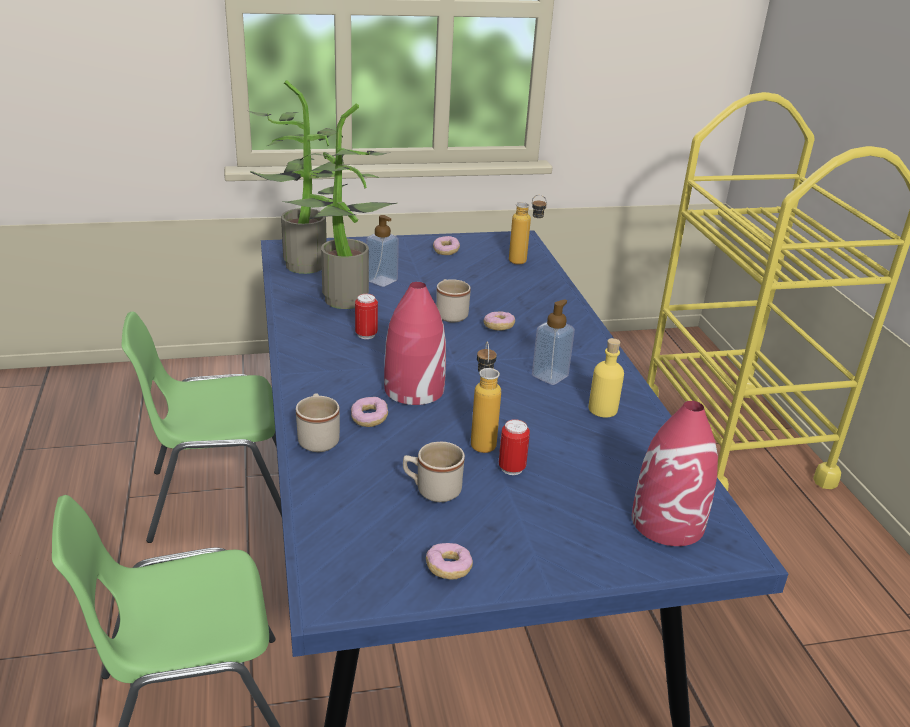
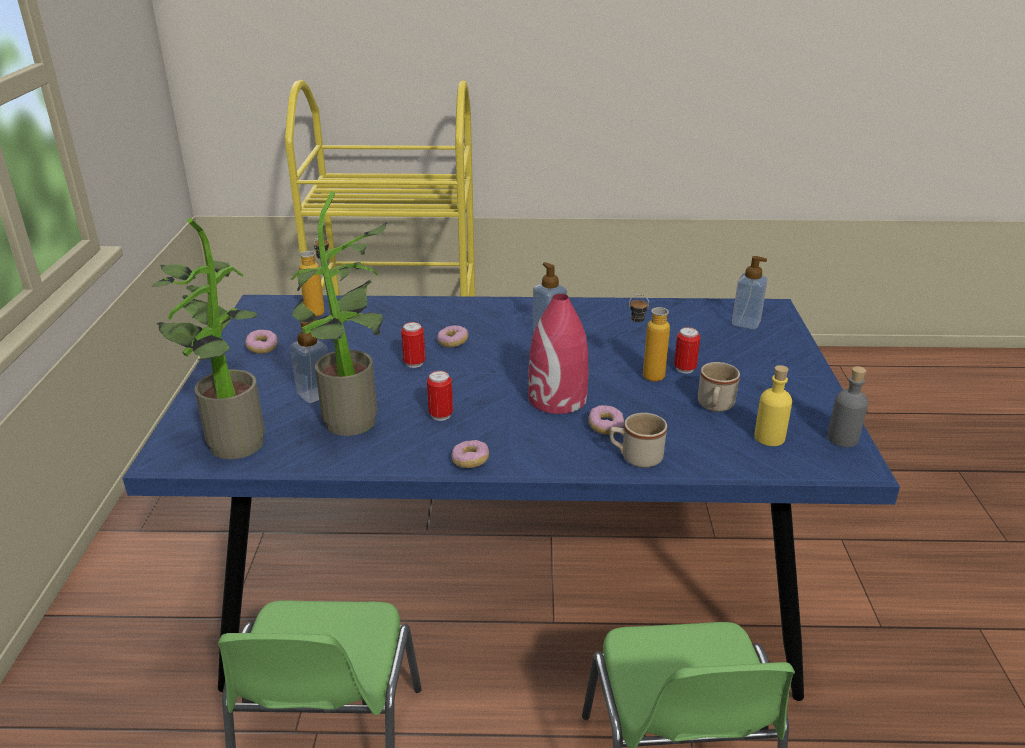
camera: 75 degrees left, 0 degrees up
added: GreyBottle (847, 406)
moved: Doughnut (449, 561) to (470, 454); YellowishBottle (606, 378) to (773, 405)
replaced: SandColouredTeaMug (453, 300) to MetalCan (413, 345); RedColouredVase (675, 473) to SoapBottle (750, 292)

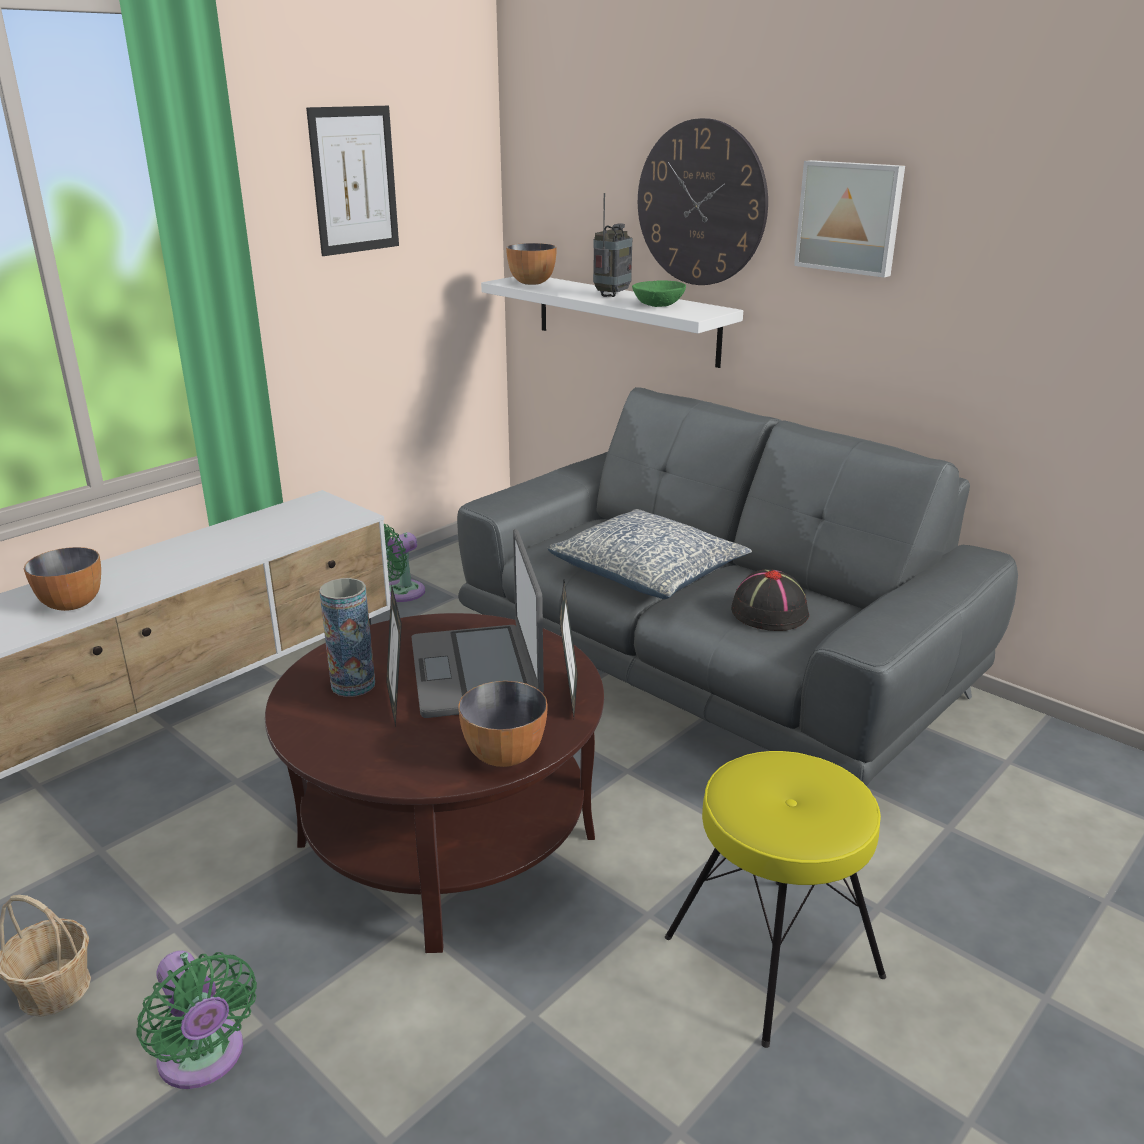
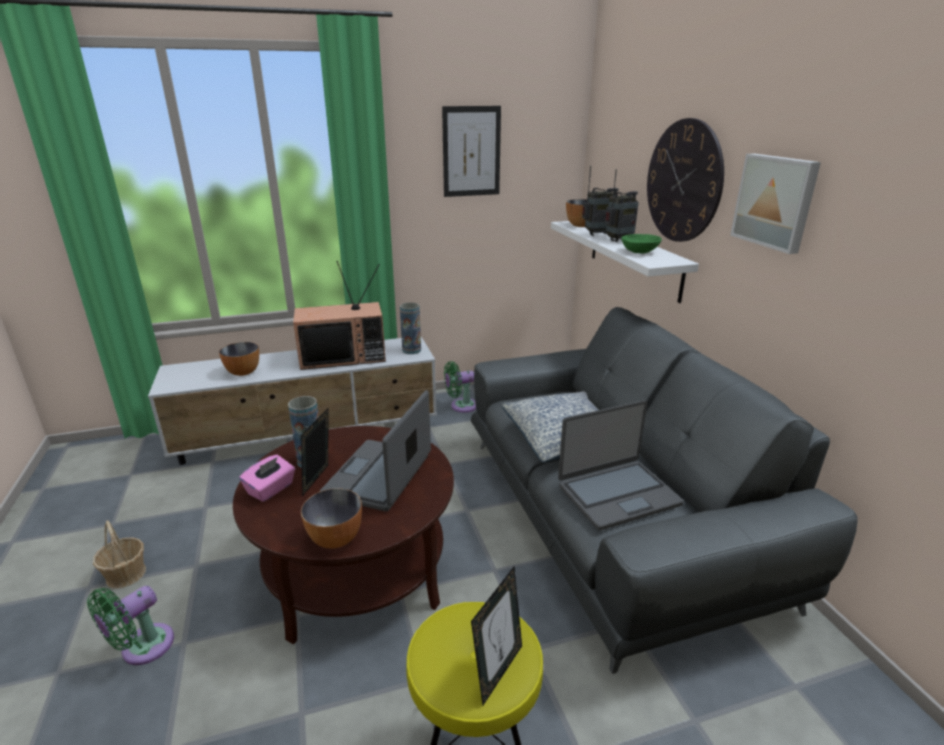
camera: 30 degrees right, 0 degrees up
added: PinkishTissueBox (267, 478); Television (339, 315); Vase (410, 328); RadioReceiver (600, 201)
moved: PhotoFrame (568, 649) to (496, 635)
replaced: BlackHat (770, 600) to Laptop (621, 465)
turned: GreenishCoolingFan (196, 1020) = (130, 625) 45 degrees clockwise

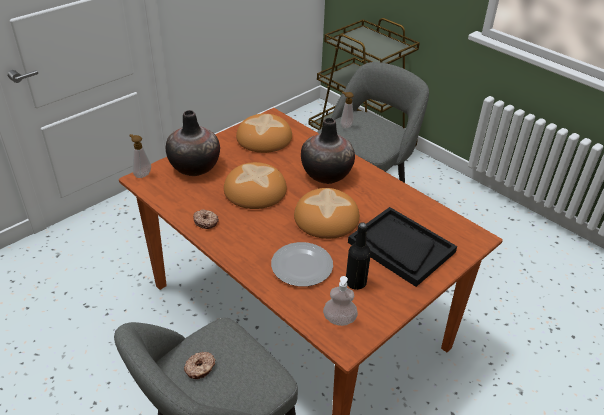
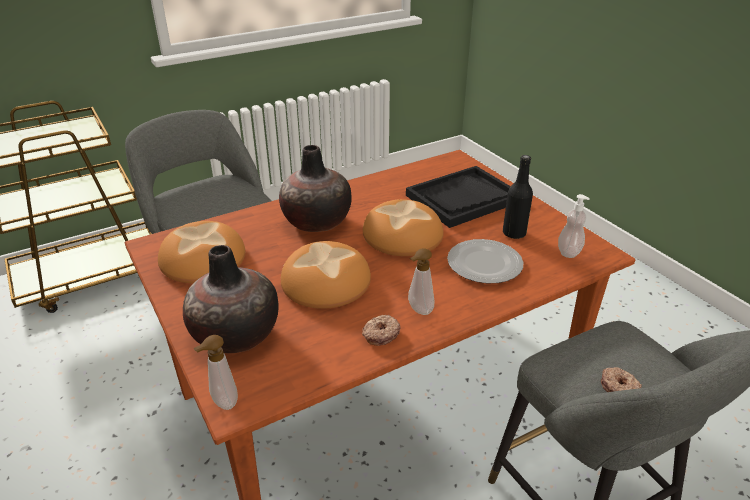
camera: 75 degrees left, 5 degrees down
moved: SoapBottle (347, 110) to (421, 281)

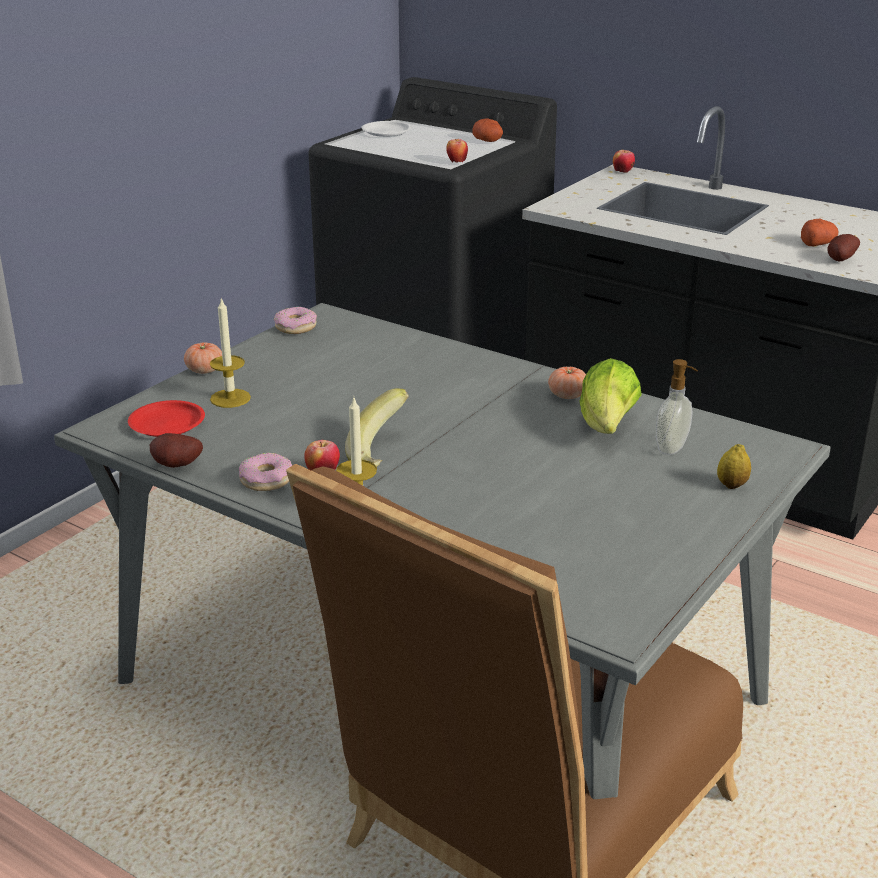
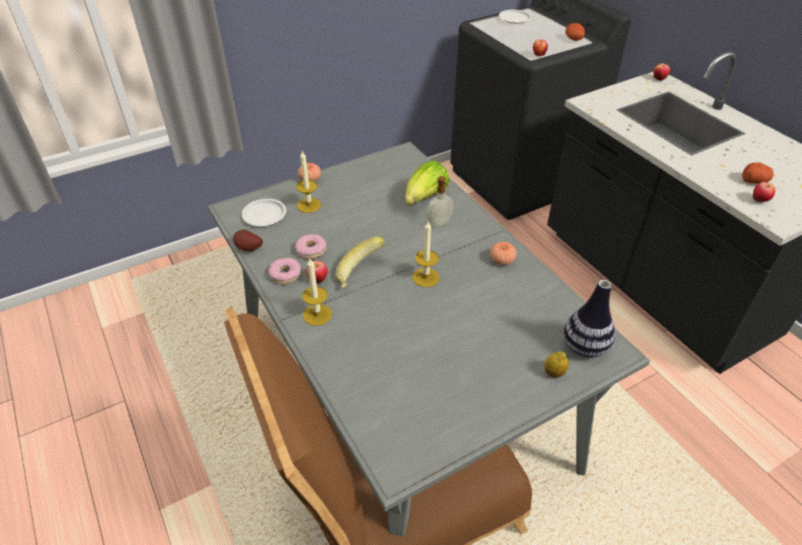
camera: 25 degrees right, 15 degrees up
added: WaxLight (425, 254); Vase (589, 319)
moved: Doughnut (295, 320) to (310, 246); LettuceHead (611, 396) to (427, 183); SoapBottle (677, 407) to (439, 201)
replaced: Potato (843, 247) to Apple (764, 192)
recoloured: RedColouredPlate (166, 418) to WhiteColouredPlate (263, 212)

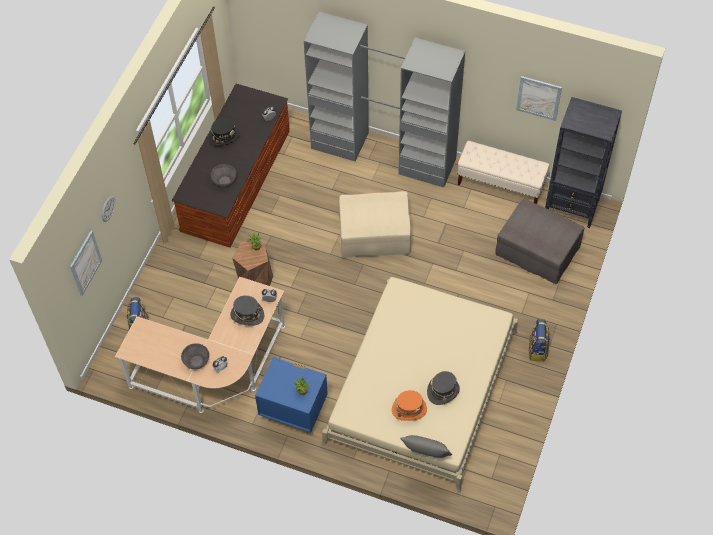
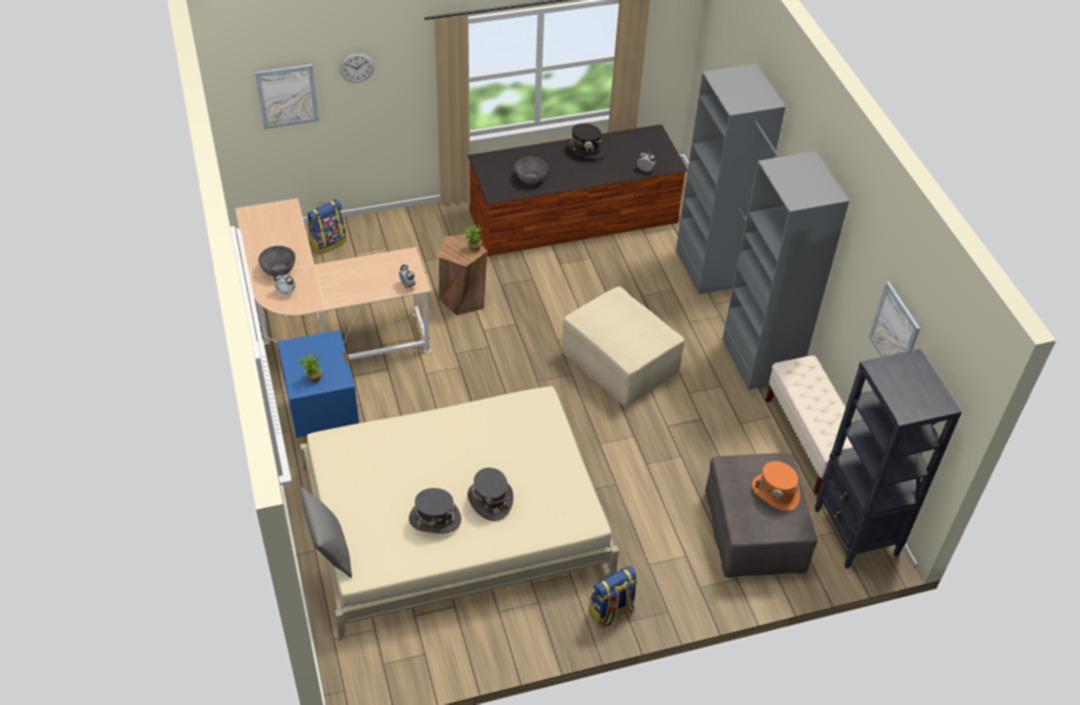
camera: 50 degrees right, 10 degrees down
moved: GreyHat (247, 310) to (490, 494); OrangeColouredHat (409, 405) to (776, 486)

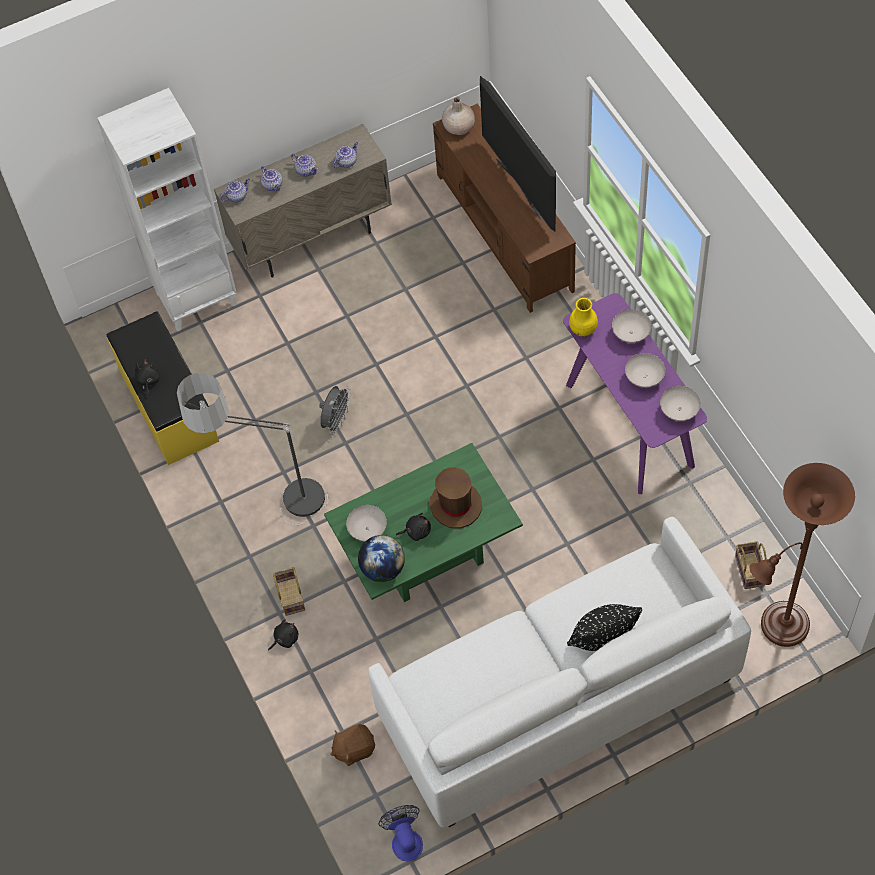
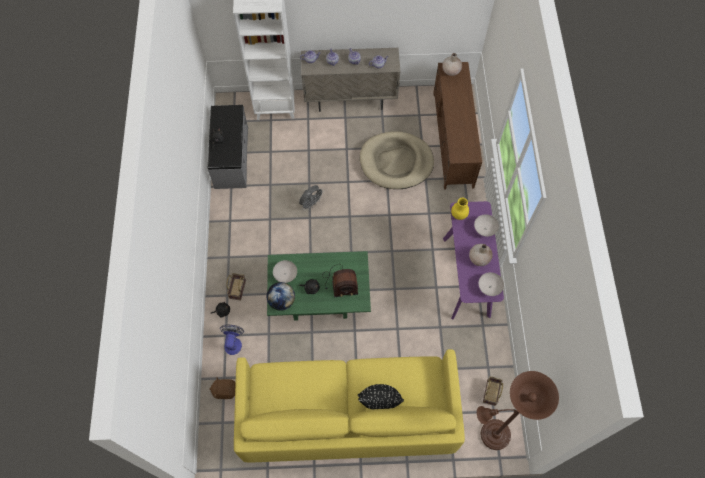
camera: 20 degrees right, 5 degrees up
removed: StandardLamp (253, 449); Television (518, 154)
added: SandColouredPetBed (397, 160)
moved: CoolingFan (400, 833) to (232, 340)
replaced: BrownHat (456, 498) to RadioReceiver (340, 280); WhiteColouredServingBowl (645, 370) to SandColouredVase (480, 255)
recoloured: YellowishIndoorBench (162, 388) to GreyIndoorBench (228, 147); WhiteColouredCouch (559, 672) to YellowishCouch (349, 405)

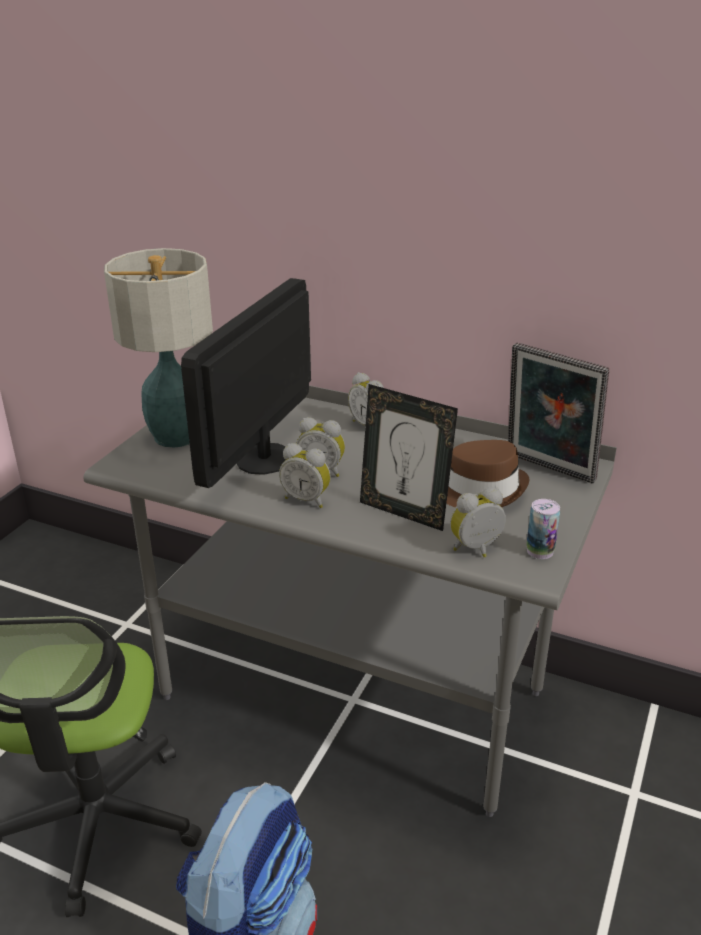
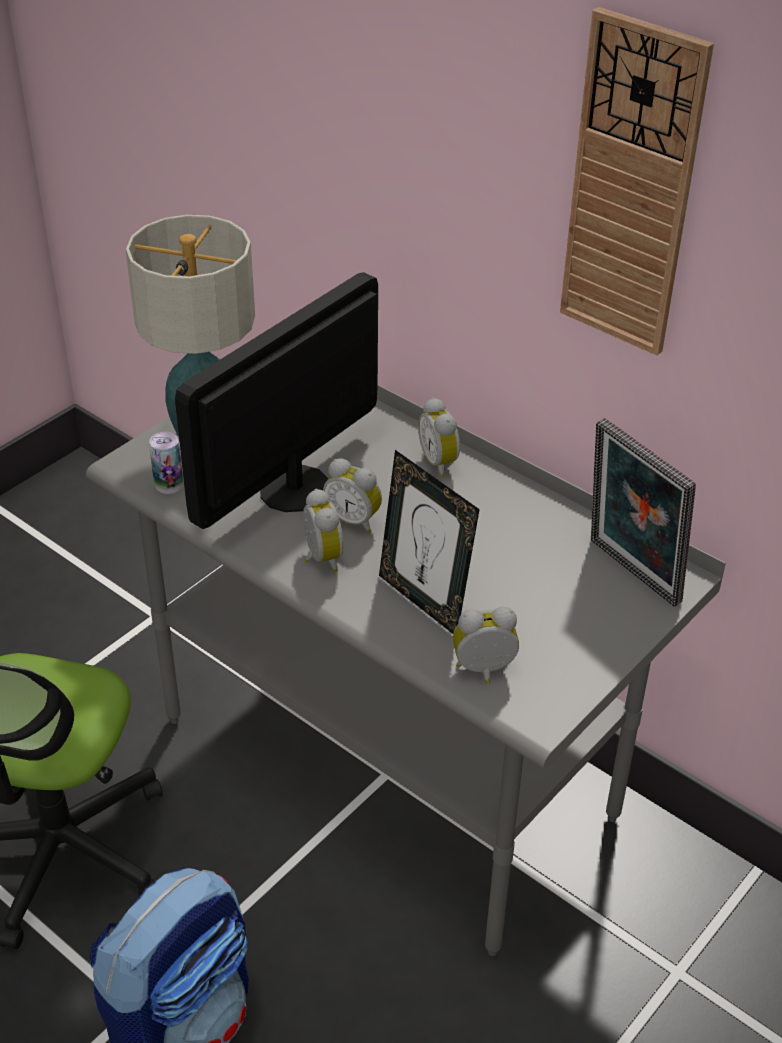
camera: 15 degrees right, 10 degrees up
removed: BrownHat (487, 473)
added: HangingClock (637, 181)
moved: MetalCan (543, 529) to (166, 463)
turned: BedsideClock (305, 475) = (323, 530) 150 degrees counterclockwise

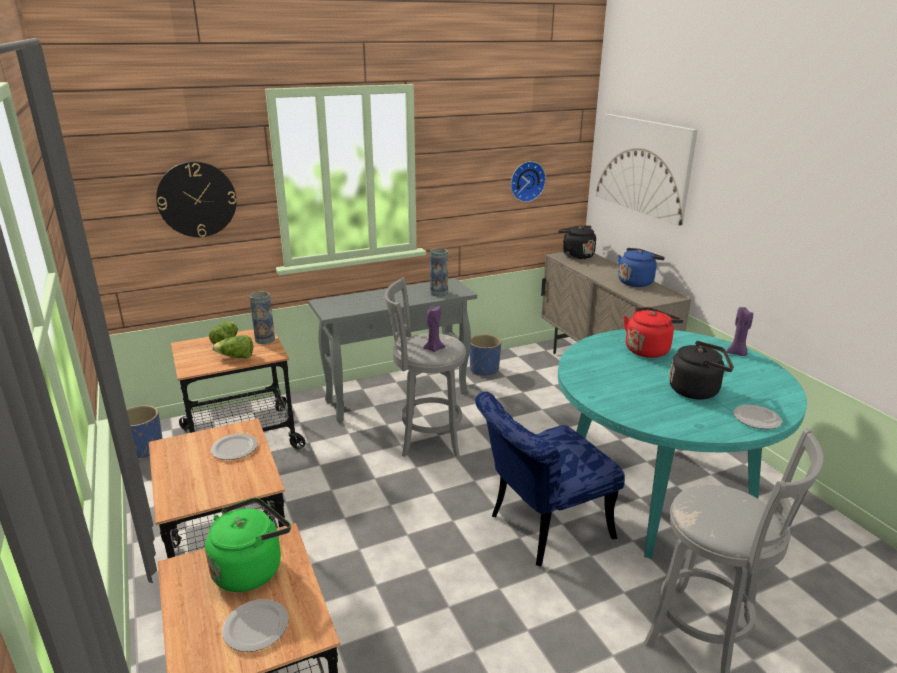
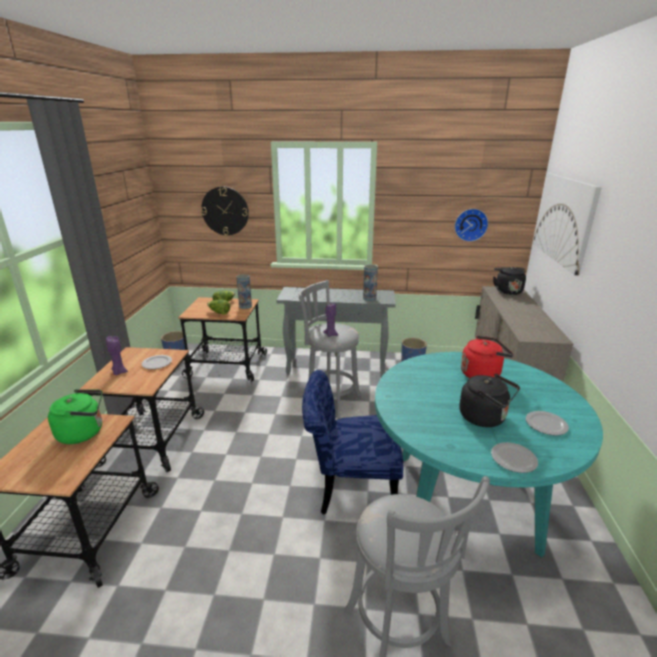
camera: 30 degrees right, 0 degrees up
removed: BlueColouredTeaKettle (641, 267)
moved: Plate (255, 625) to (547, 423); PurpleWaxLight (739, 331) to (117, 355)

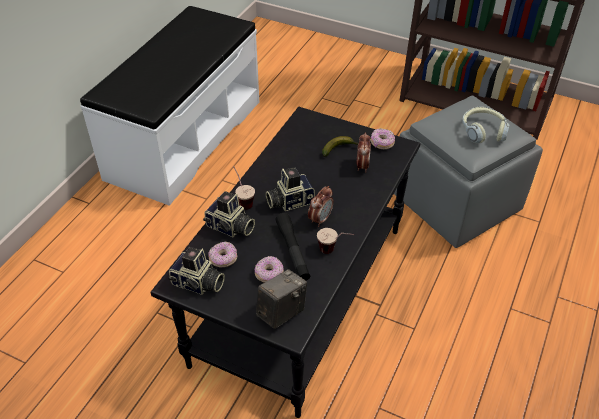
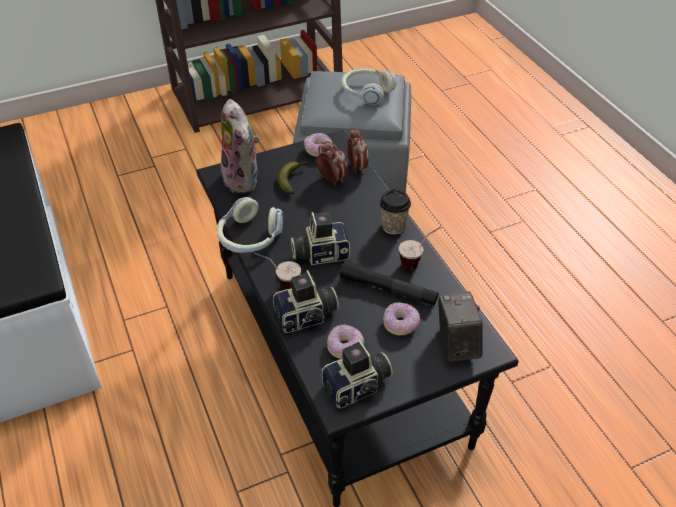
camera: 50 degrees left, 0 degrees up
added: Headphones (249, 225); PlushToy (240, 146); Cup (395, 212)
moved: BedsideClock (320, 206) to (358, 151)
turned: StillCamera (290, 189) = (320, 238) 60 degrees clockwise

